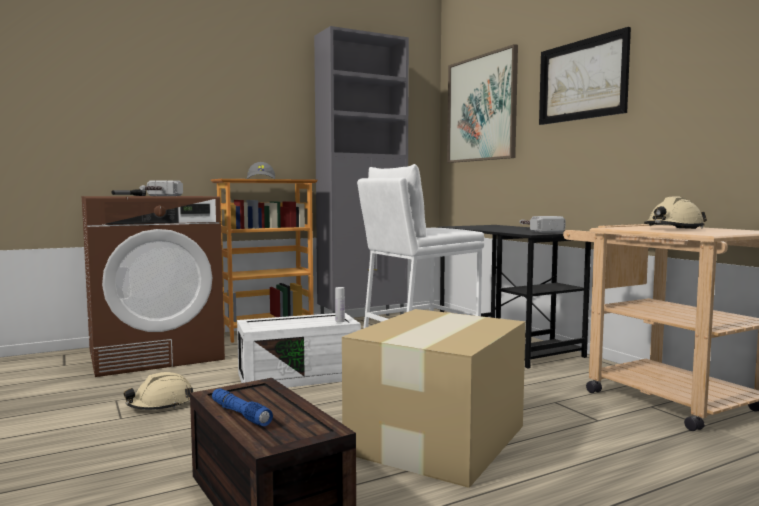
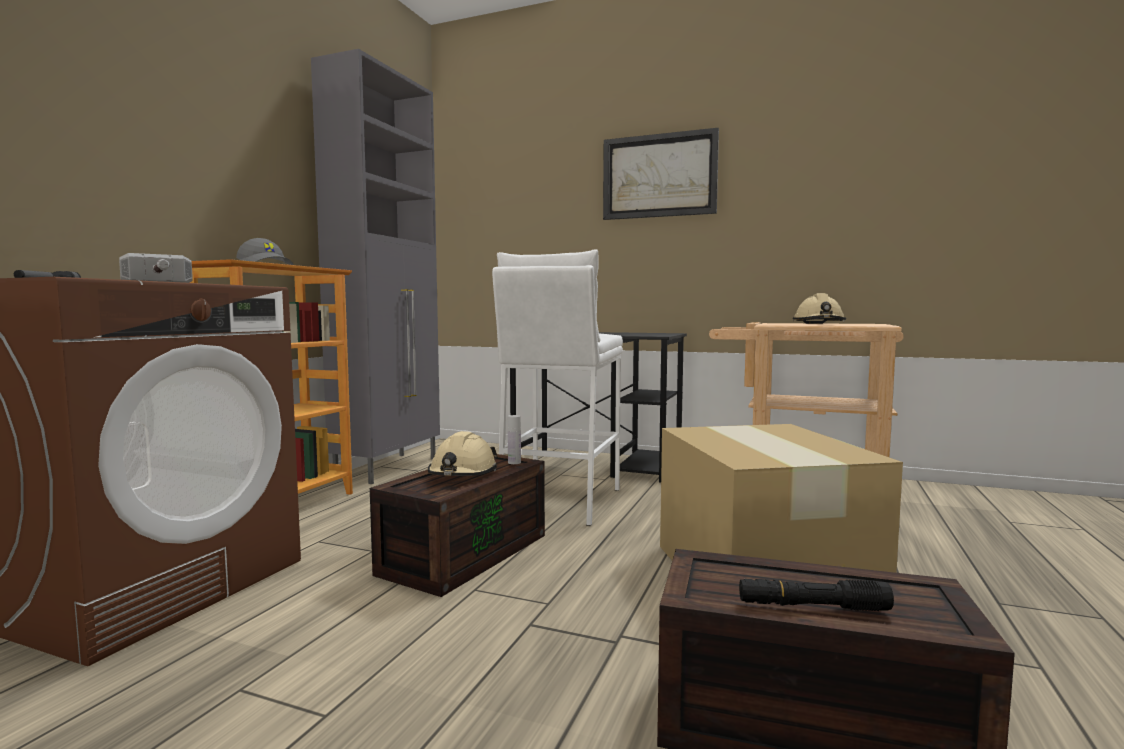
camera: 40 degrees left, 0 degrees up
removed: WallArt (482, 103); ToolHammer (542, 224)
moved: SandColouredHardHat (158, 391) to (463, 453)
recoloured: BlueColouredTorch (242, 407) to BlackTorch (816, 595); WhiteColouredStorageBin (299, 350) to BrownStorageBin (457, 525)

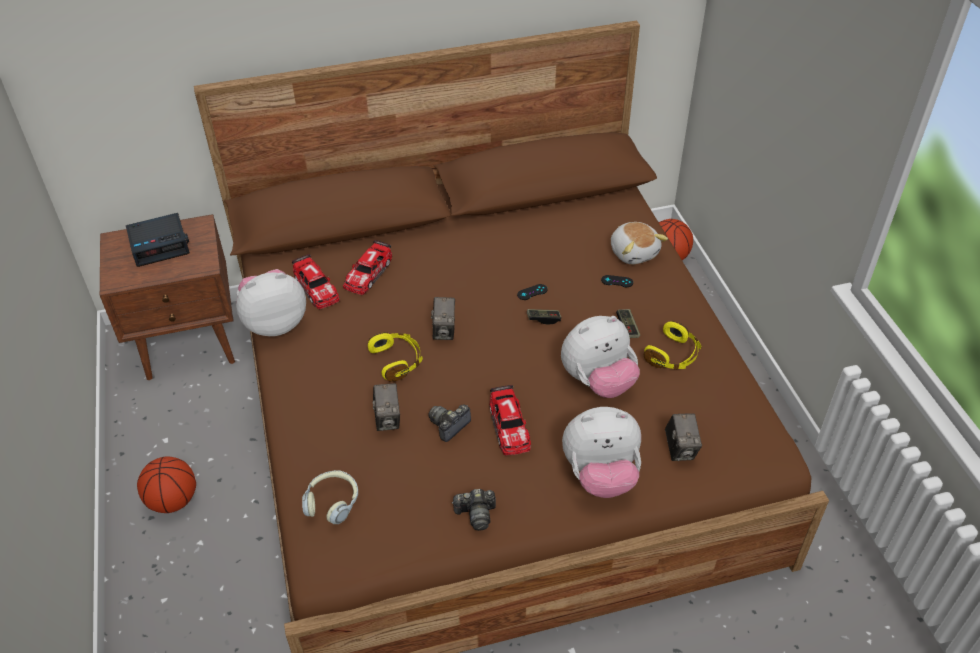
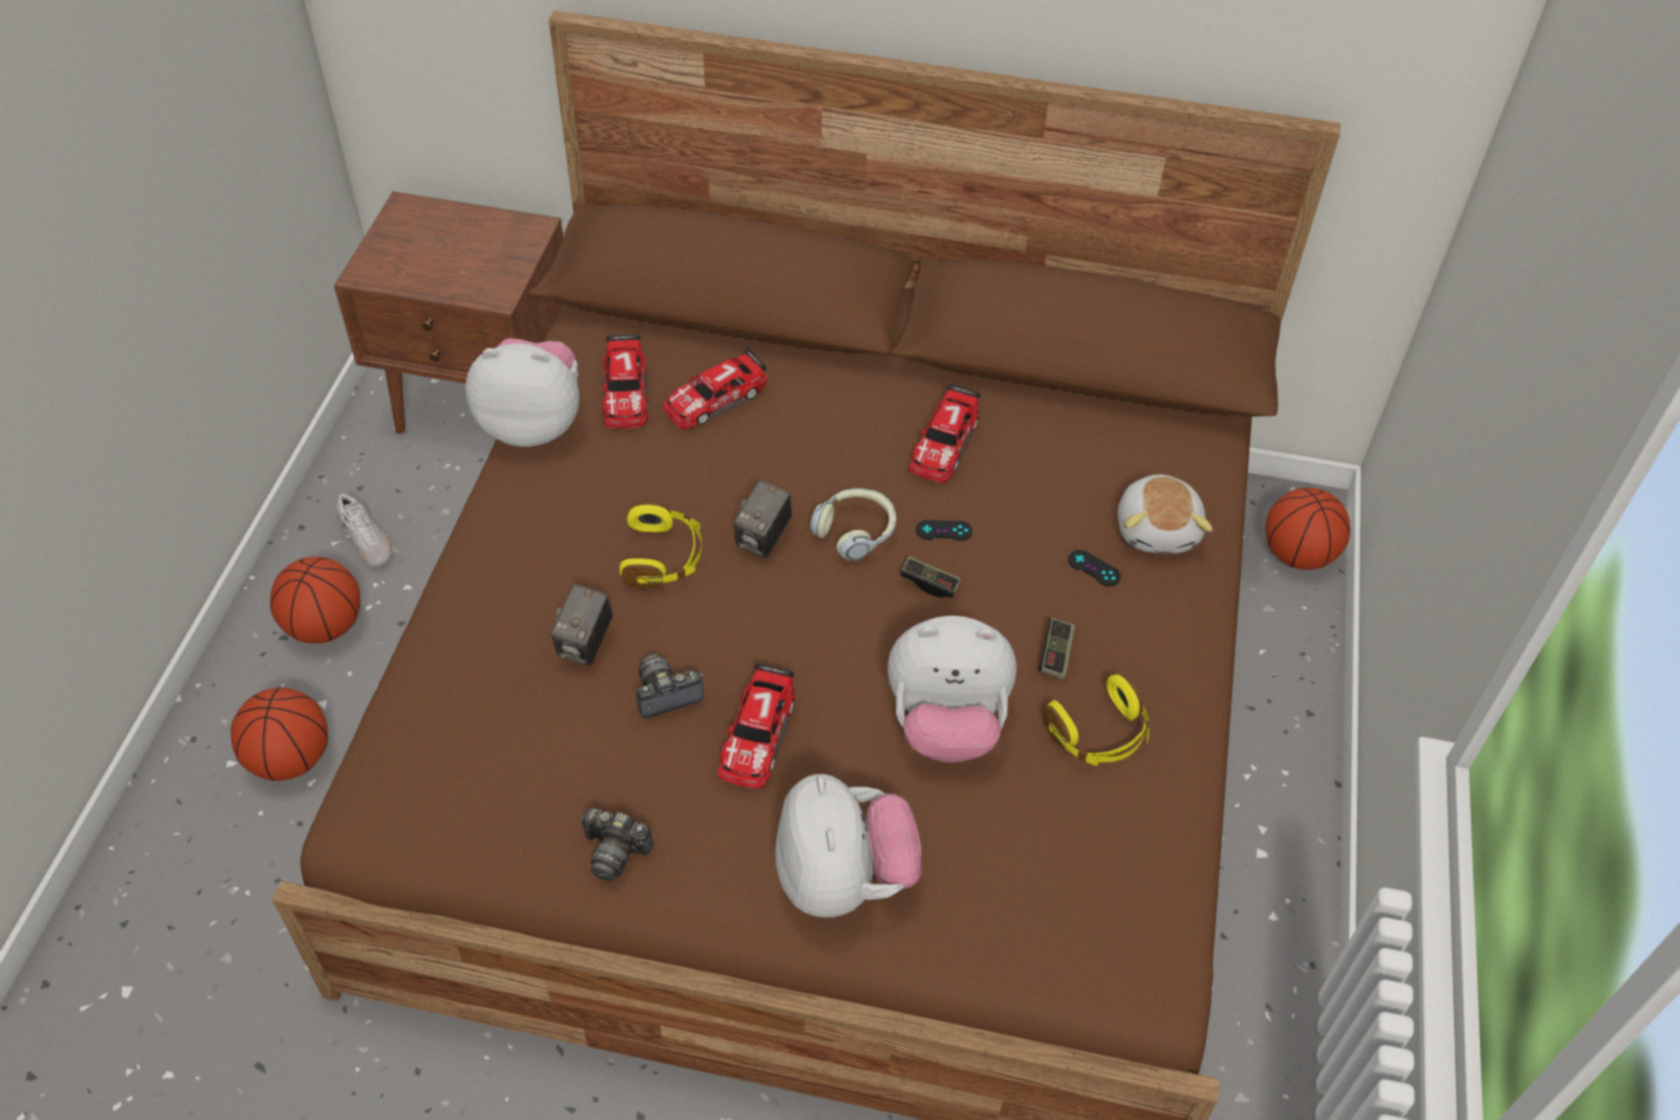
camera: 25 degrees right, 5 degrees up
removed: BedsideClock (158, 240); StillCamera (683, 437)
added: Basketball (279, 734); WhiteColouredLowShoe (364, 530); ModelCar (944, 433)
moved: Headphones (330, 497) to (853, 524)
turned: PlushToy (601, 452) = (848, 846) 120 degrees counterclockwise

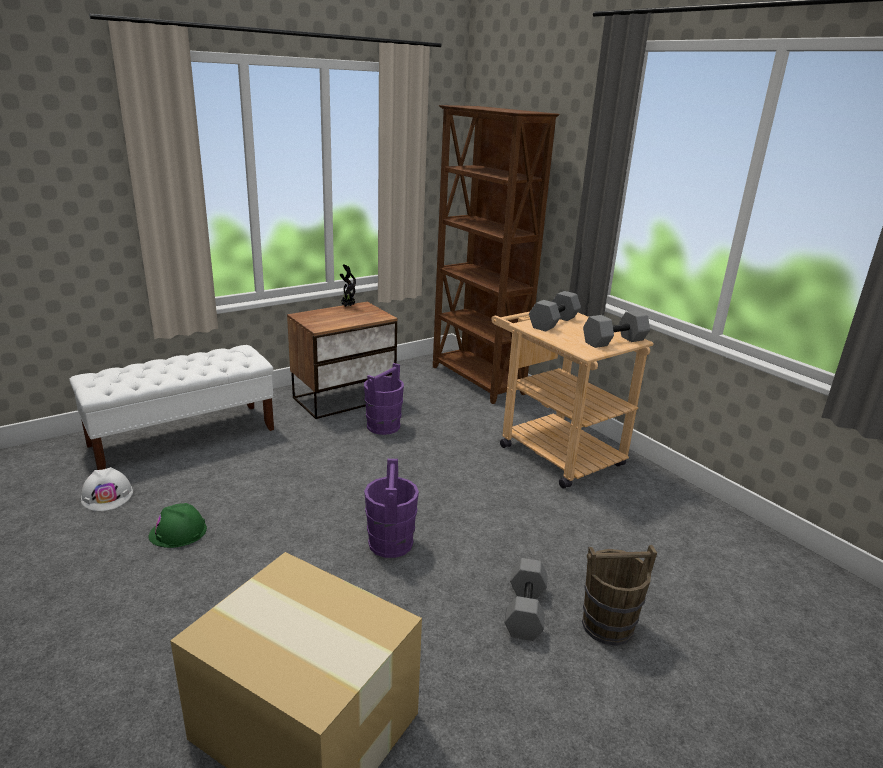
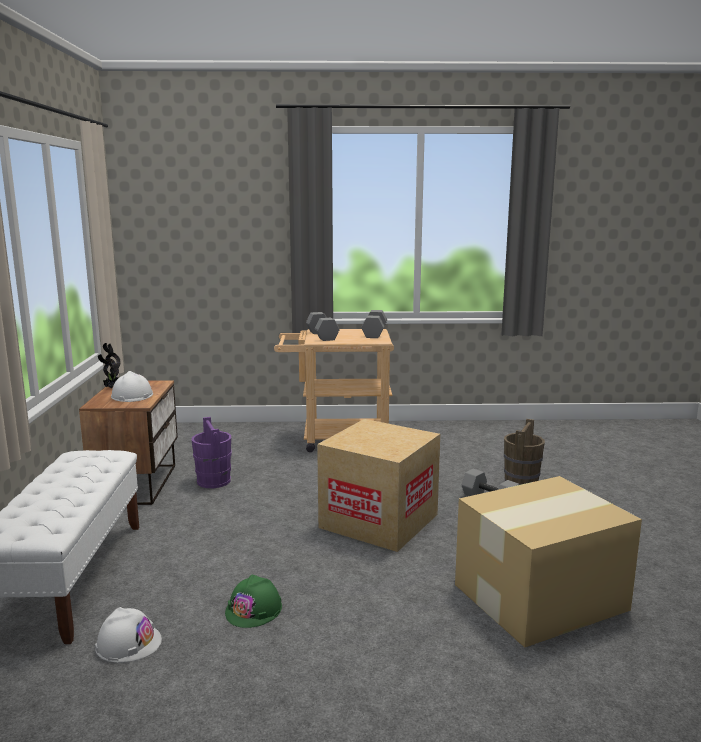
camera: 55 degrees left, 10 degrees down
removed: BrownShelvingUnit (496, 254)
added: WhiteColouredHardHat (132, 386)
replaced: PurpleBucket (391, 508) to CardboardBox (378, 485)

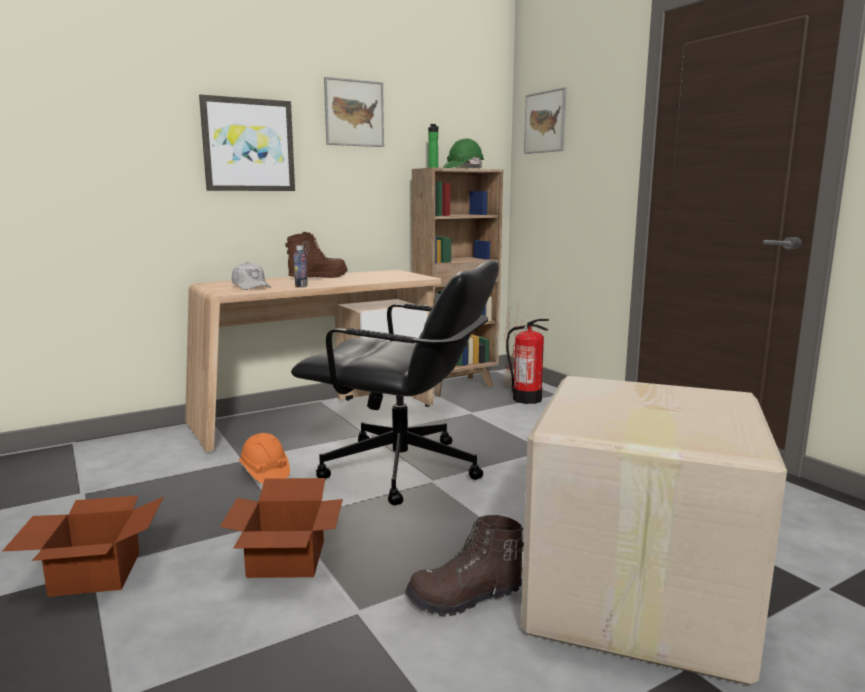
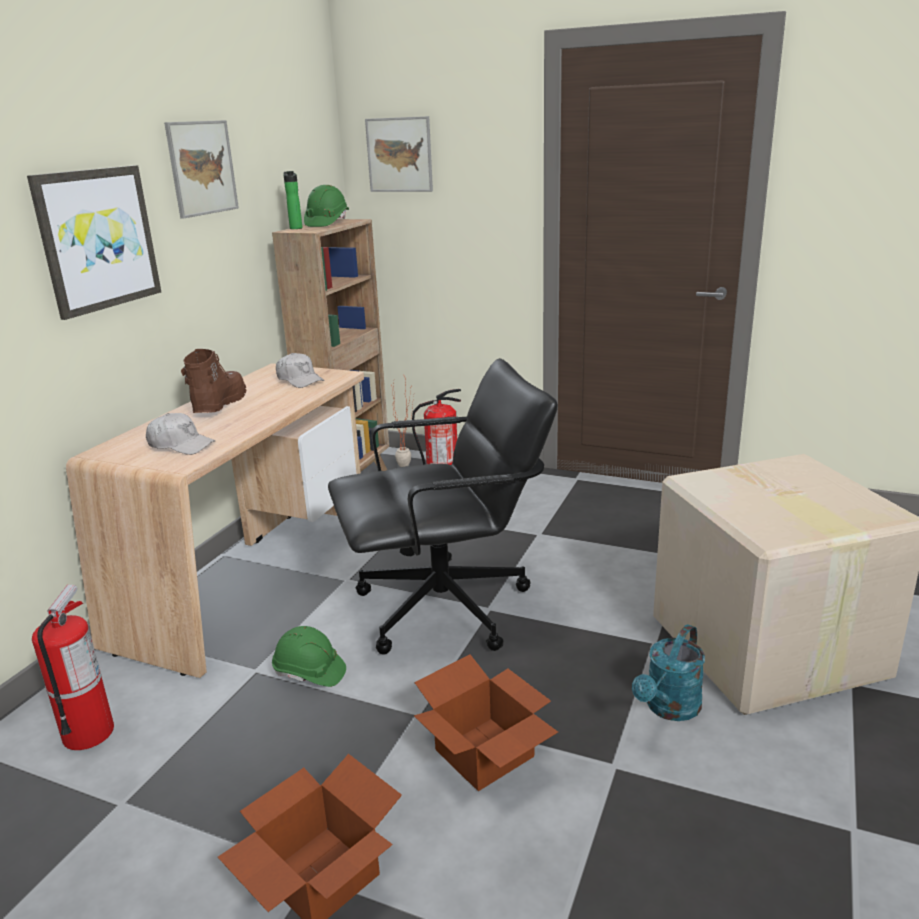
camera: 35 degrees left, 10 degrees up
removed: Bottle (301, 266)
added: Extinguisher (73, 667); WhiteColouredBaseballCap (300, 370)
replaced: BrownHighTopBoot (464, 565) to BlueGreenWateringPot (668, 672)
recoloured: OrangeColouredHardHat (264, 458) to GreenishHardHat (309, 656)

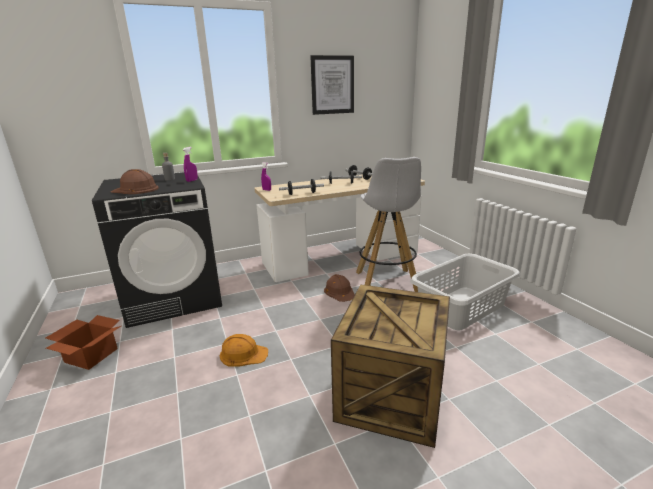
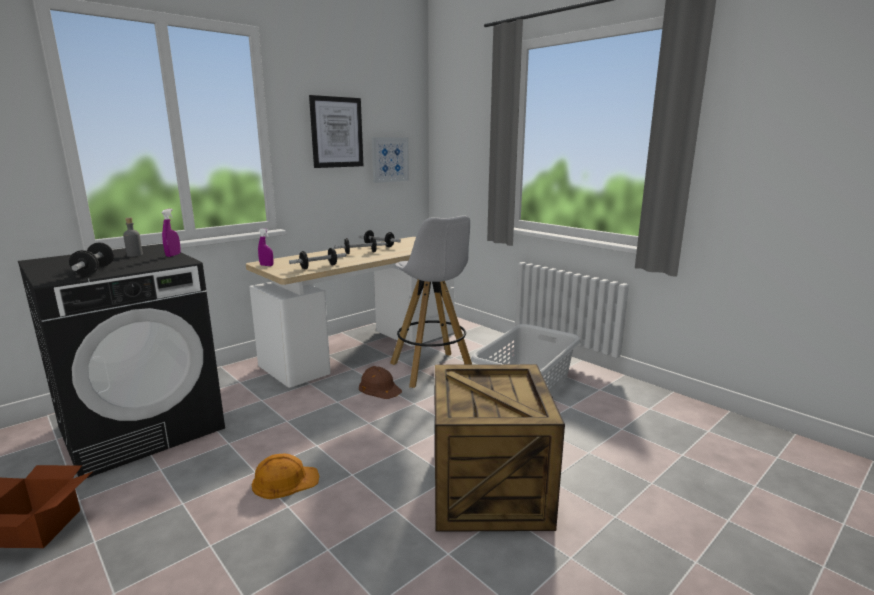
camera: 20 degrees left, 5 degrees down
added: WallArt (390, 160)
replaced: BrownHardHat (135, 181) to FreeWeight (91, 259)

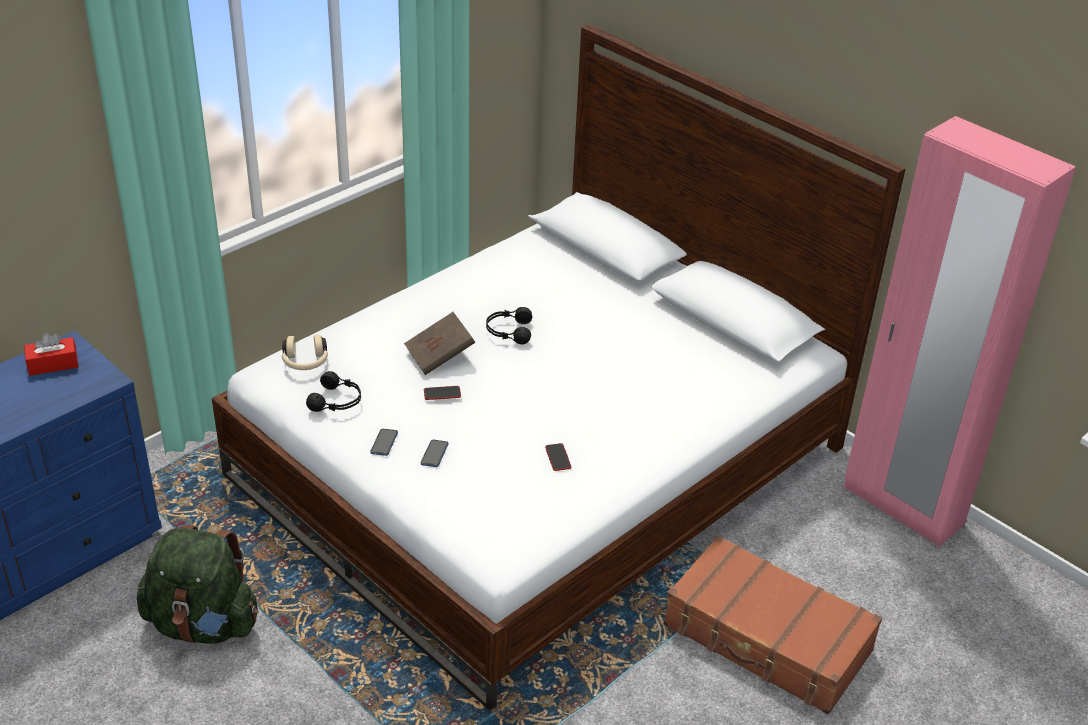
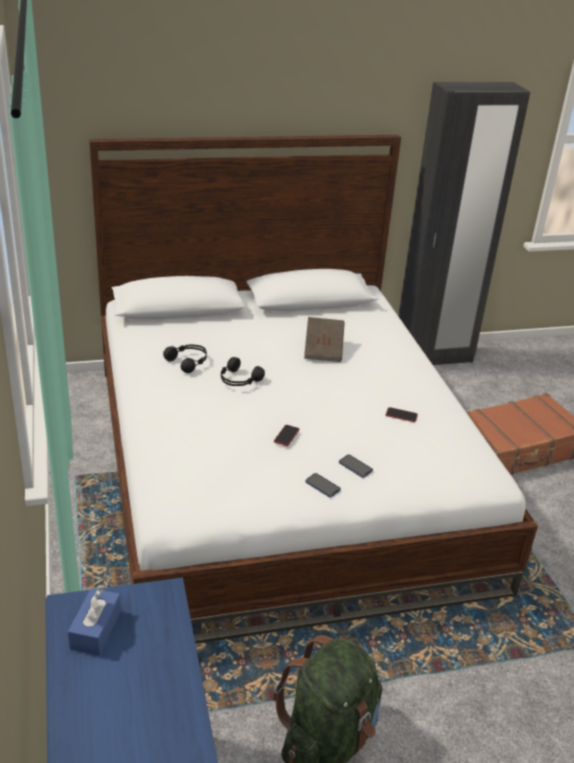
camera: 60 degrees left, 5 degrees down
removed: SandColouredHeadphones (305, 352)
moved: BlackHeadphones (333, 391) to (185, 358); BrownBoundBook (439, 343) to (324, 339)
recoloured: RedColouredTissueBox (51, 354) to BlueColouredTissueBox (94, 621); PinkishClothesCupboard (960, 331) to BlackClothesCupboard (464, 223)

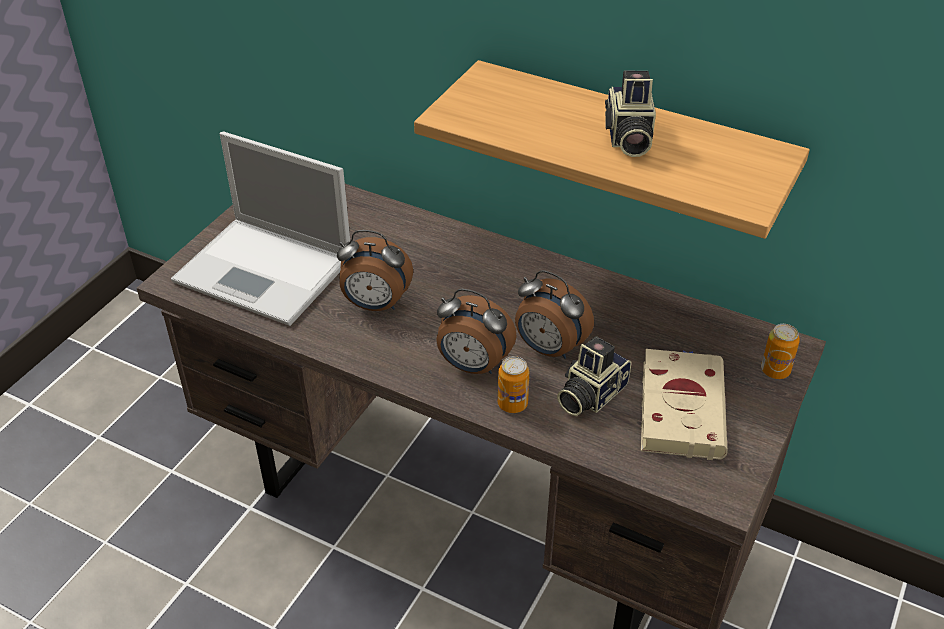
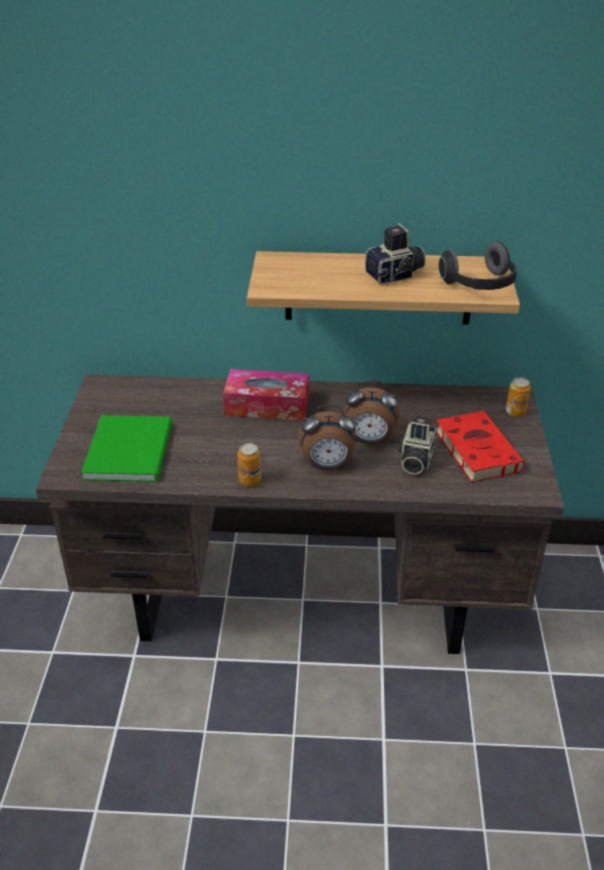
camera: 25 degrees left, 5 degrees down
removed: BedsideClock (375, 270)
added: TissueBox (266, 395); Headphones (477, 266)
moved: MetalCan (513, 384) to (249, 464)
replaced: Laptop (260, 229) to GreenishBoundBook (126, 448)
recoloured: SandColouredBoundBook (684, 404) to RedColouredBoundBook (480, 446)
turned: StillCamera (630, 114) = (395, 253) 90 degrees counterclockwise

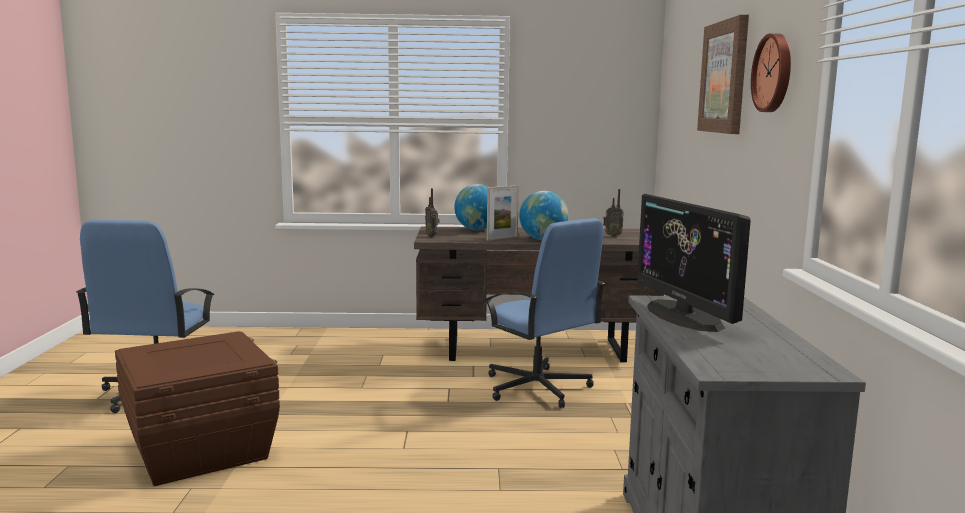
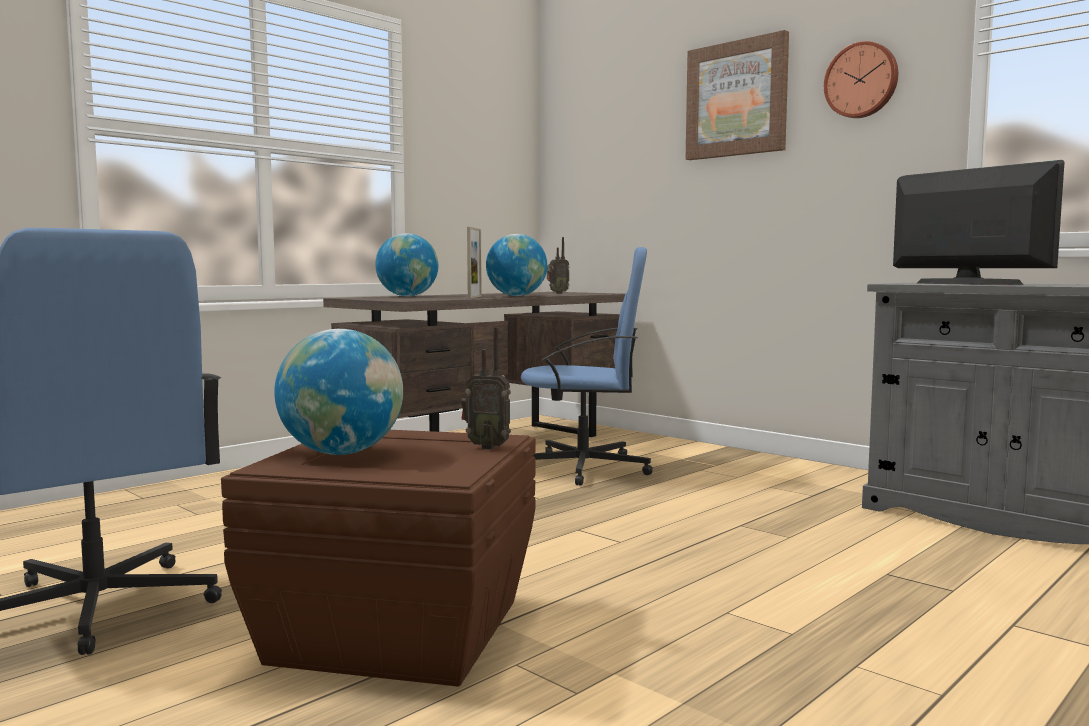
camera: 45 degrees left, 5 degrees down
added: DeskGlobe (338, 392)
moved: RadioReceiver (432, 212) to (486, 388)
turned: Monitor (694, 263) = (979, 222) 150 degrees counterclockwise

